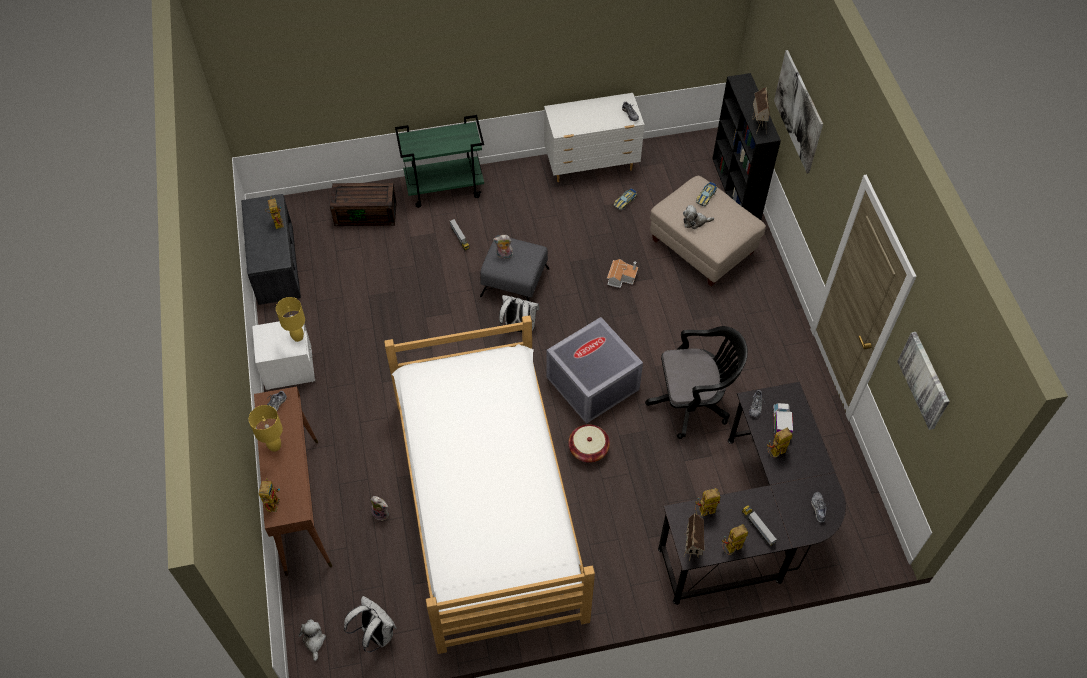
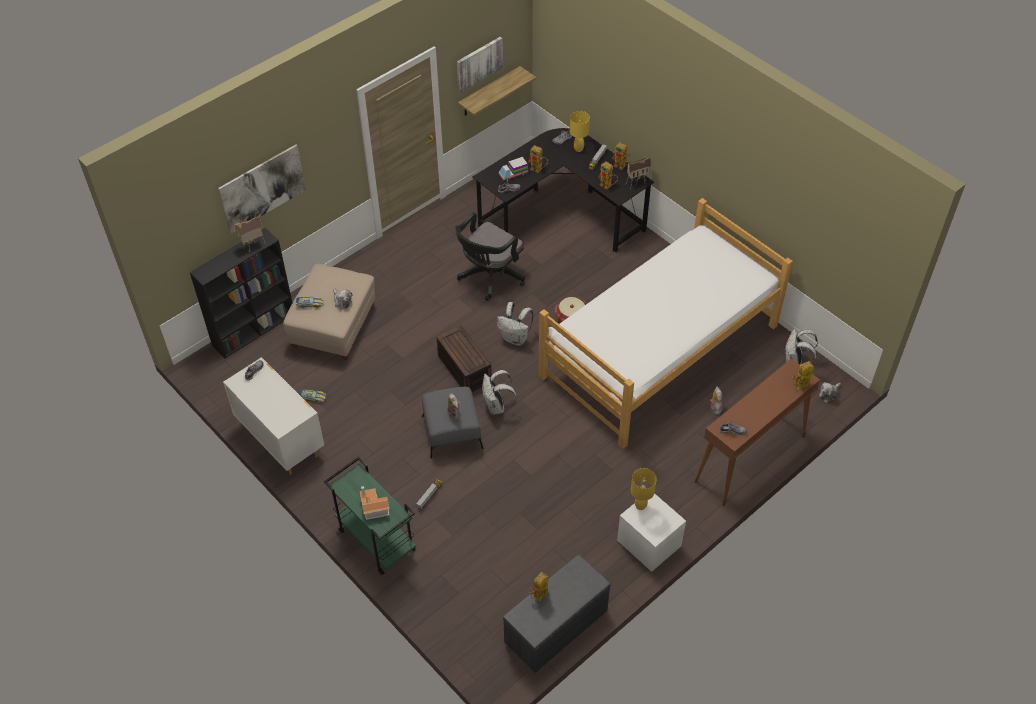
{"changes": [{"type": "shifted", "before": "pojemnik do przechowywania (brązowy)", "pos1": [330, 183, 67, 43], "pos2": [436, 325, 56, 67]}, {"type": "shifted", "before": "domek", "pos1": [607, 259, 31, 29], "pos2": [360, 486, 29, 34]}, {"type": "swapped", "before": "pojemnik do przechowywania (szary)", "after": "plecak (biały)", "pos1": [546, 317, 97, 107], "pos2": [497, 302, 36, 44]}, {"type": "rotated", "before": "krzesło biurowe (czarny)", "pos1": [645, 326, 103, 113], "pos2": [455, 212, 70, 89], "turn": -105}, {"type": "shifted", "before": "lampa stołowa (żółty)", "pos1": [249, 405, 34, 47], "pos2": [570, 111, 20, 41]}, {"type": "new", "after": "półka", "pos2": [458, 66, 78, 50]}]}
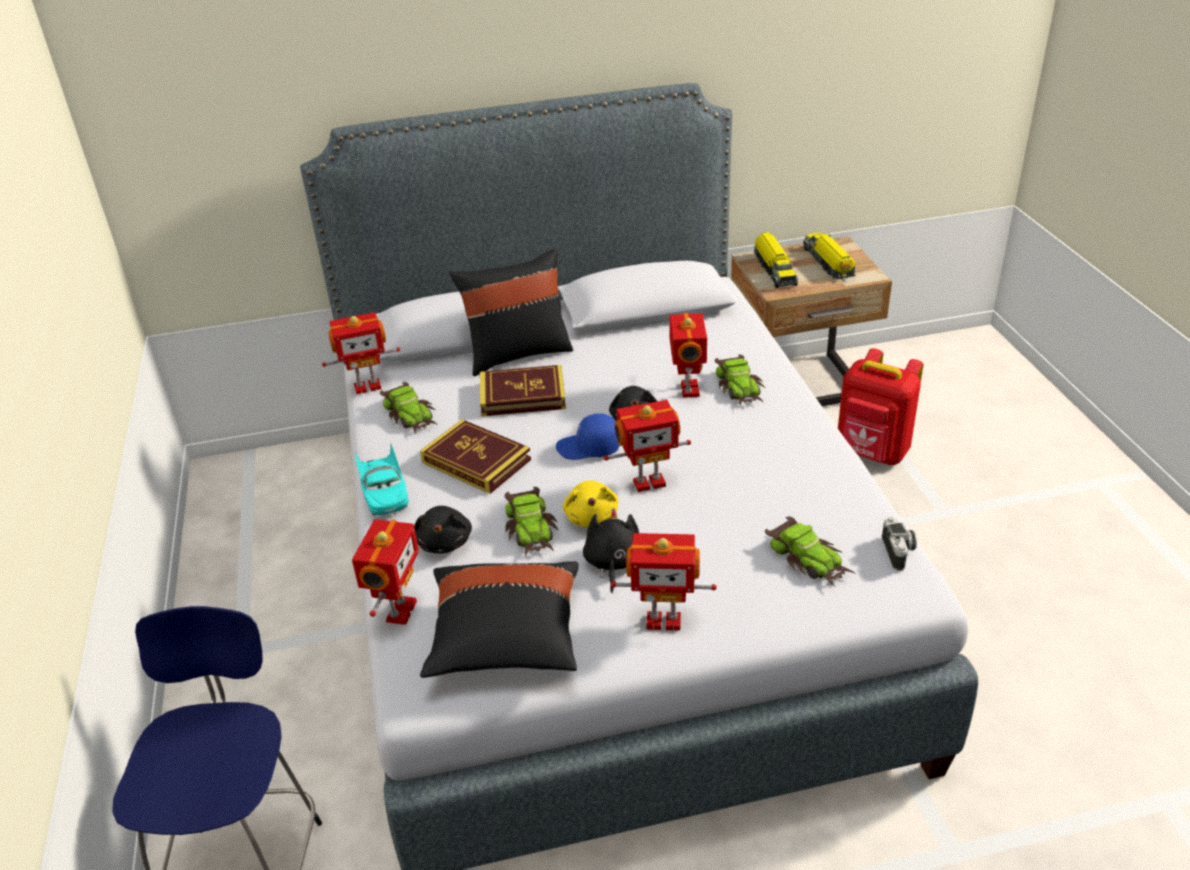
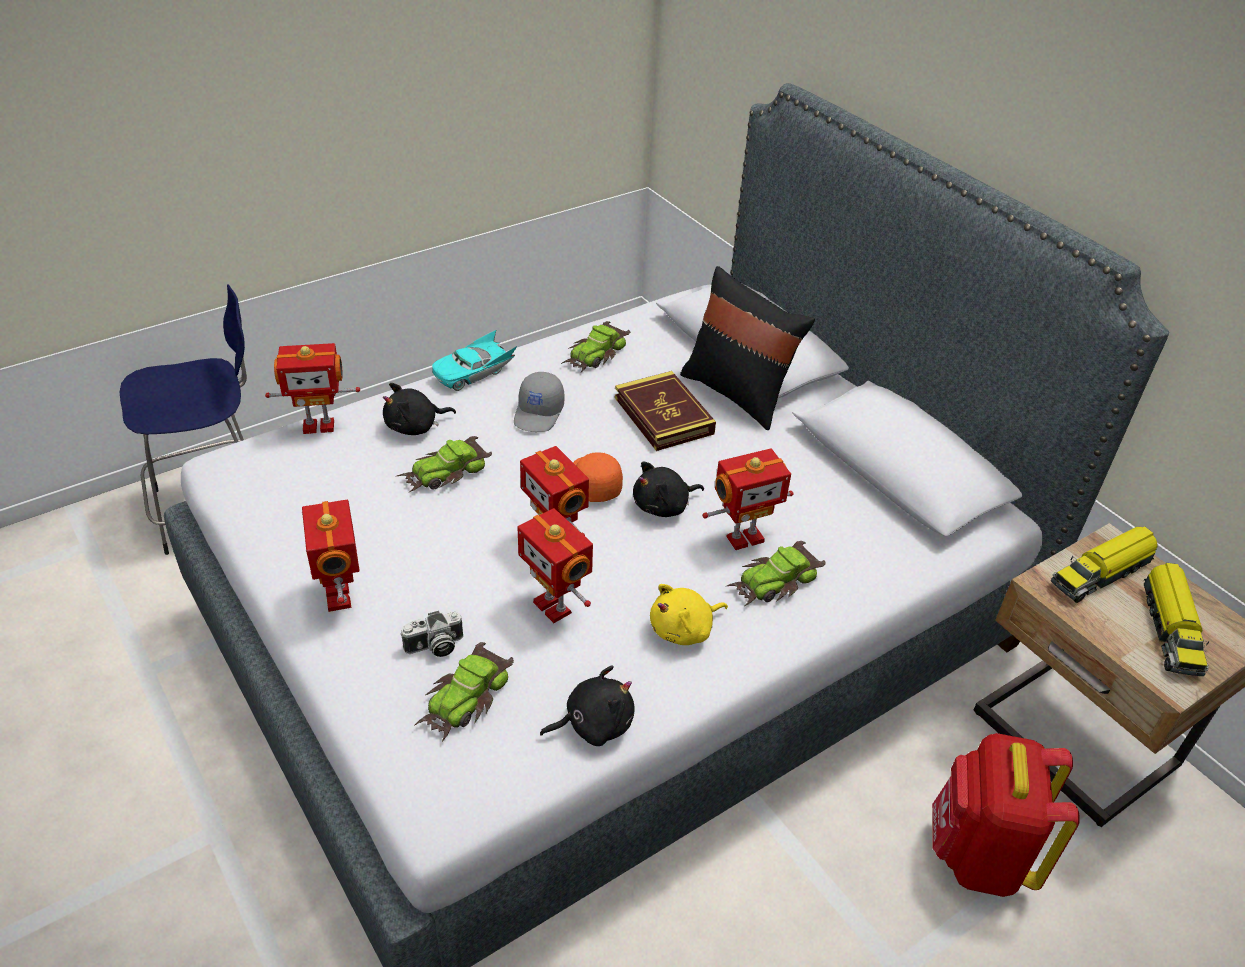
{"changes": [{"type": "rotated", "before": "ciężarówka zabawkowa", "pos1": [803, 233, 52, 46], "pos2": [1144, 563, 65, 113], "turn": 135}, {"type": "shifted", "before": "robot zabawkowy", "pos1": [322, 312, 78, 82], "pos2": [517, 508, 76, 115]}, {"type": "repainted", "before": "czapka z daszkiem (niebieski)", "after": "czapka z daszkiem (pomarańczowy)", "pos1": [556, 413, 64, 47], "pos2": [573, 452, 50, 50]}, {"type": "swapped", "before": "książka", "after": "czapka z daszkiem (szary)", "pos1": [420, 419, 111, 75], "pos2": [514, 372, 50, 60]}, {"type": "shifted", "before": "pluszak (żółty)", "pos1": [563, 480, 56, 47], "pos2": [650, 584, 78, 61]}, {"type": "shifted", "before": "pluszak (czarny)", "pos1": [583, 508, 56, 85], "pos2": [540, 666, 94, 80]}, {"type": "shifted", "before": "aparat fotograficzny", "pos1": [882, 517, 35, 54], "pos2": [400, 611, 63, 46]}, {"type": "gone", "before": "poduszka (czarny)", "pos1": [420, 561, 159, 117]}]}
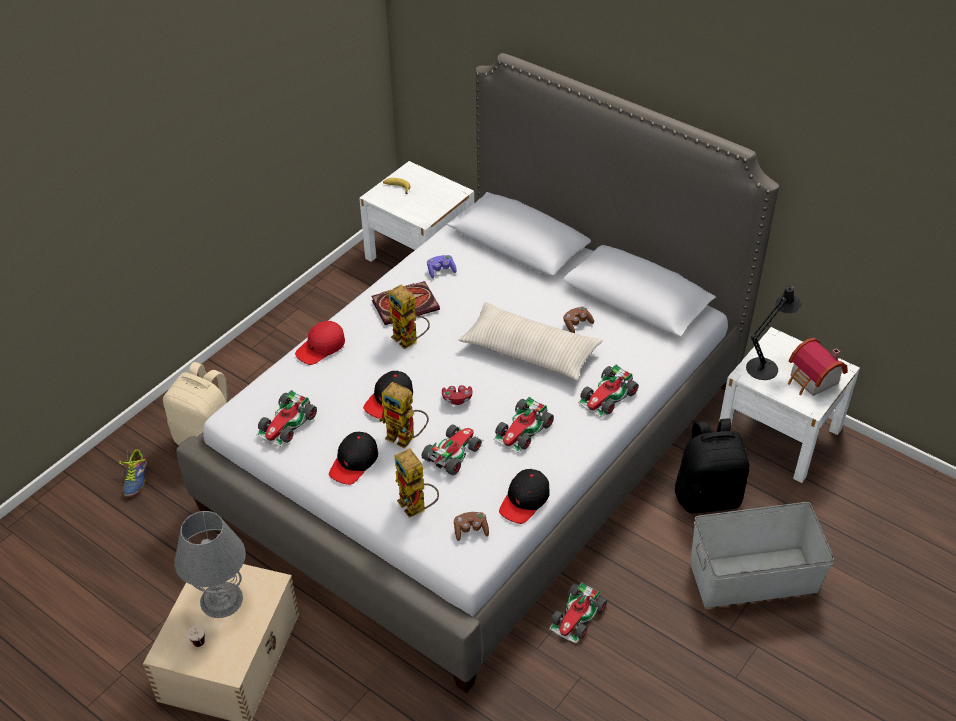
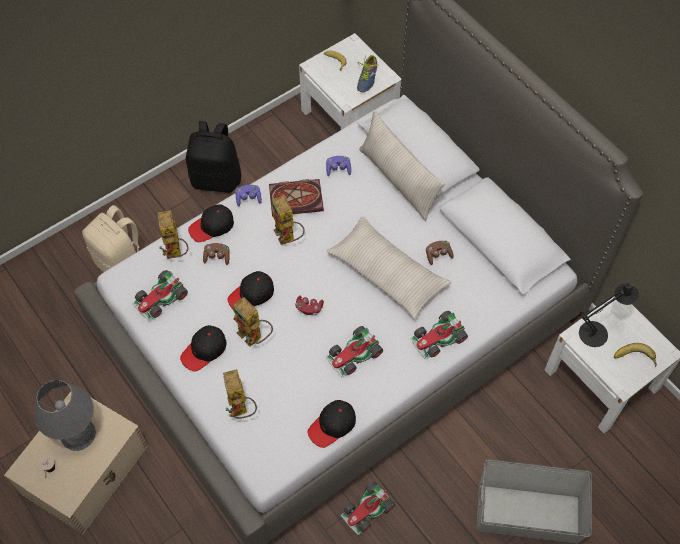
{"changes": [{"type": "repainted", "before": "czapka z daszkiem (czerwony)", "after": "czapka z daszkiem (czarny)", "pos1": [295, 321, 50, 44], "pos2": [188, 204, 46, 38]}, {"type": "swapped", "before": "domek", "after": "banan", "pos1": [788, 338, 60, 58], "pos2": [614, 343, 43, 24]}, {"type": "shifted", "before": "plecak (czarny)", "pos1": [675, 418, 75, 96], "pos2": [186, 121, 55, 72]}, {"type": "gone", "before": "samochodzik", "pos1": [422, 424, 61, 51]}, {"type": "shifted", "before": "but", "pos1": [119, 449, 28, 48], "pos2": [357, 55, 22, 37]}, {"type": "shifted", "before": "pad do gier (brązowy)", "pos1": [454, 512, 35, 29], "pos2": [203, 243, 27, 22]}, {"type": "new", "after": "poduszka (beżowy)", "pos2": [359, 111, 86, 110]}, {"type": "new", "after": "pad do gier (fioletowy)", "pos2": [235, 185, 27, 21]}, {"type": "new", "after": "robot zabawkowy", "pos2": [158, 210, 30, 49]}]}
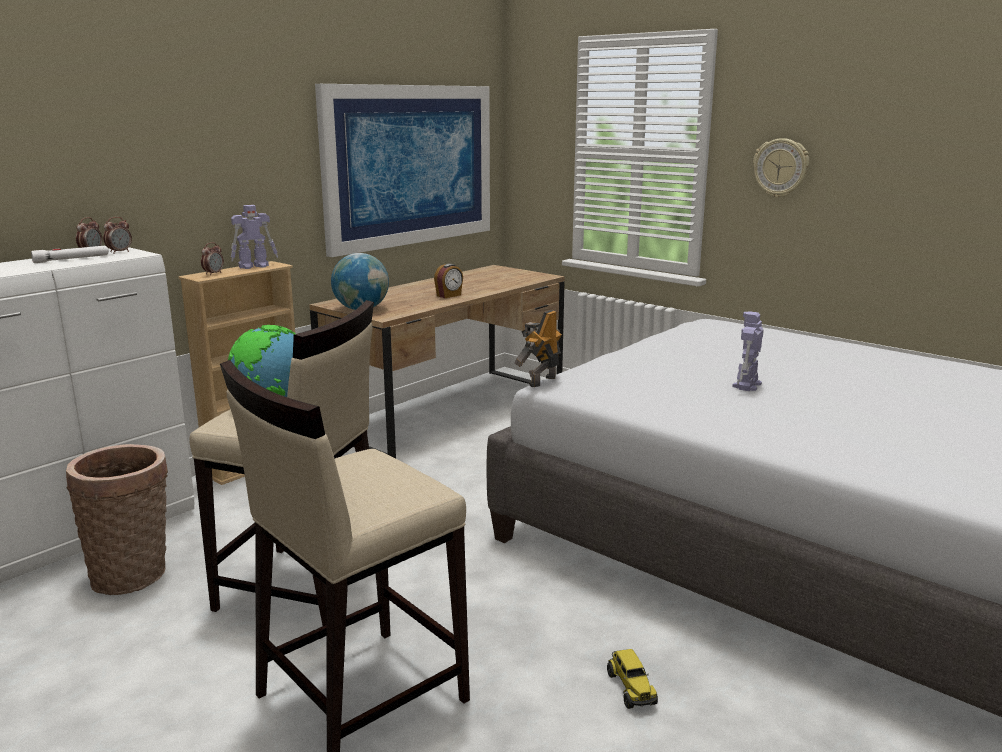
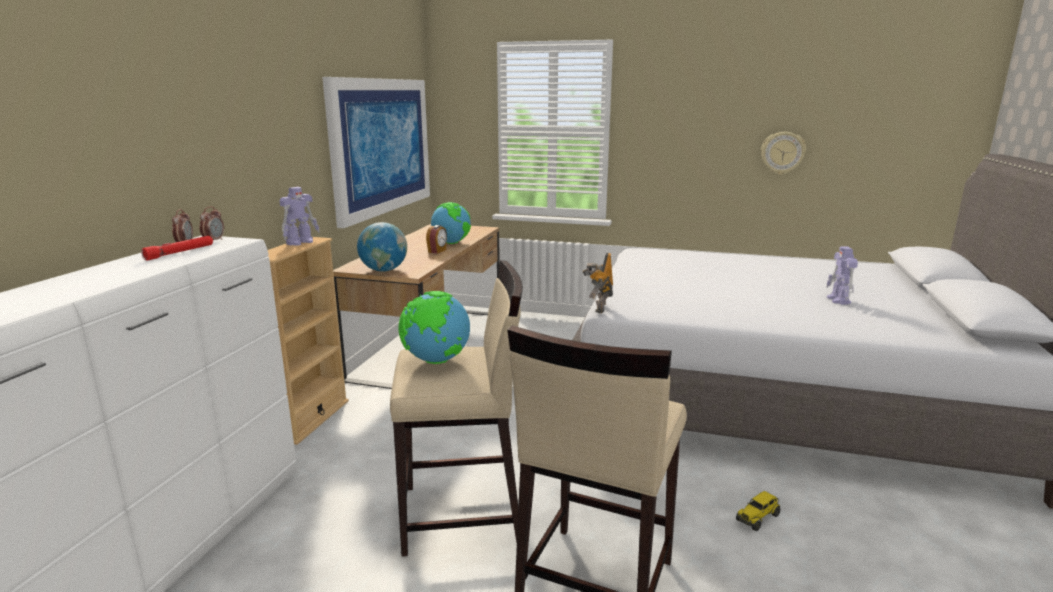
{"changes": [{"type": "shifted", "before": "zegar ścienny", "pos1": [753, 138, 56, 60], "pos2": [761, 132, 45, 43]}, {"type": "gone", "before": "budzik", "pos1": [201, 242, 23, 33]}, {"type": "repainted", "before": "latarka (biały)", "after": "latarka (czerwony)", "pos1": [31, 246, 78, 17], "pos2": [141, 236, 72, 25]}, {"type": "shifted", "before": "robot zabawkowy", "pos1": [732, 311, 32, 80], "pos2": [826, 246, 32, 59]}, {"type": "gone", "before": "koszyk", "pos1": [66, 444, 102, 151]}, {"type": "rotated", "before": "ciężarówka zabawkowa", "pos1": [607, 649, 51, 60], "pos2": [736, 491, 45, 40], "turn": 90}, {"type": "new", "after": "globus", "pos2": [431, 202, 40, 42]}]}
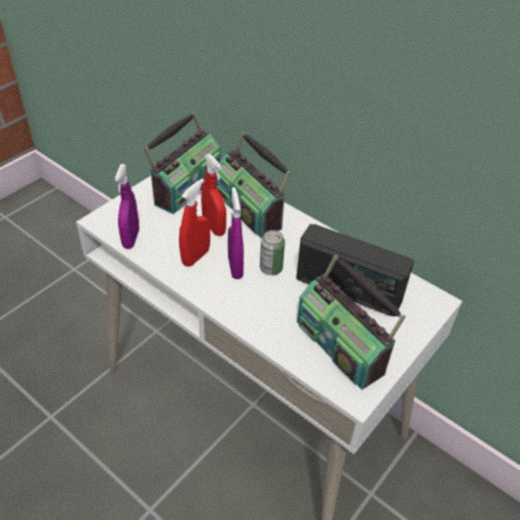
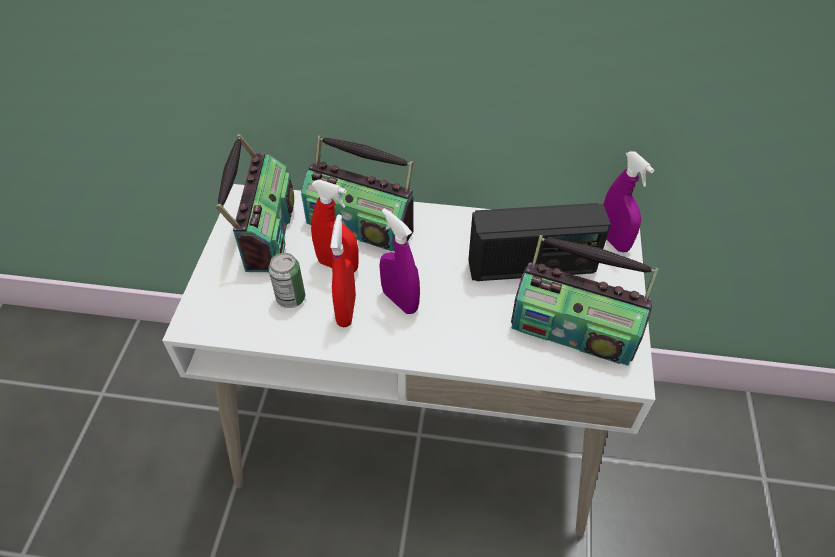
{"changes": [{"type": "shifted", "before": "spryskiwacz (fioletowy)", "pos1": [115, 164, 24, 85], "pos2": [603, 151, 51, 101]}, {"type": "shifted", "before": "puszka", "pos1": [260, 230, 25, 45], "pos2": [268, 253, 37, 55]}]}
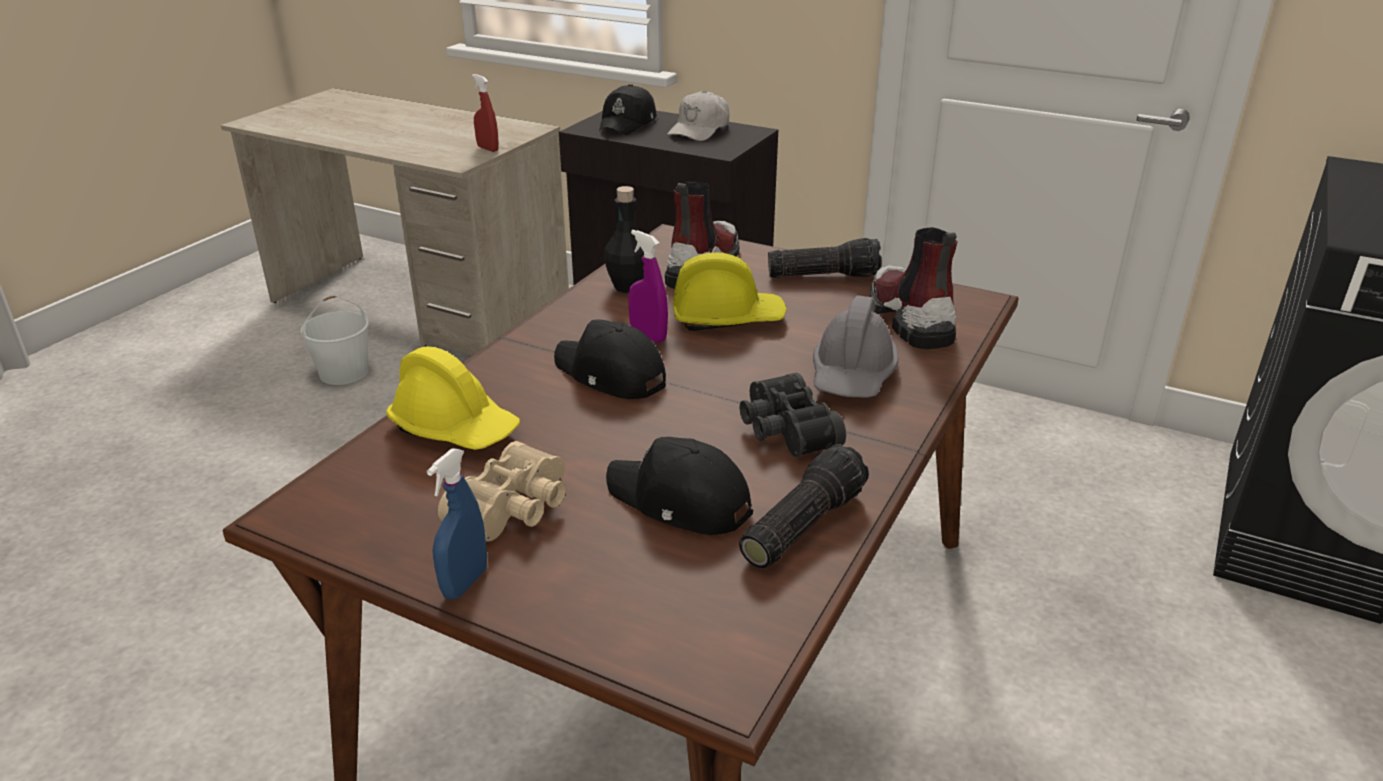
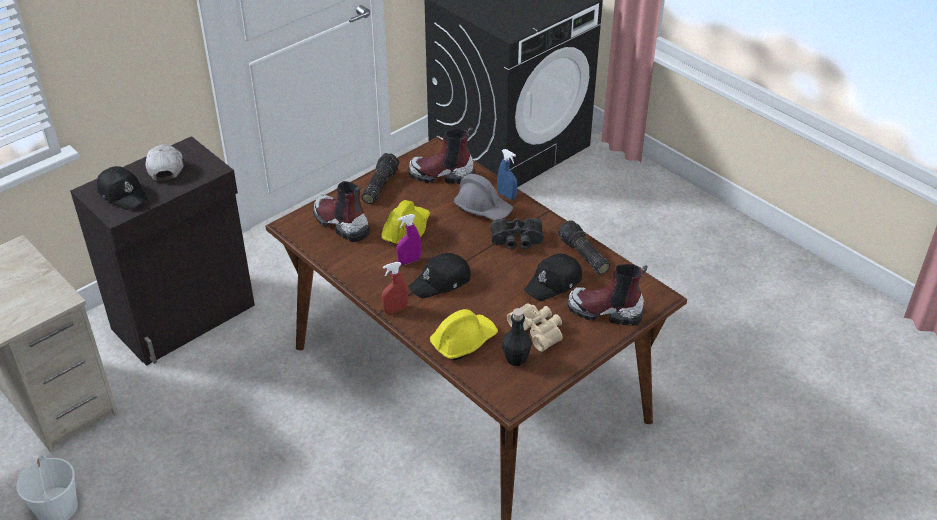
{"changes": [{"type": "shifted", "before": "spryskiwacz (czerwony)", "pos1": [472, 74, 27, 78], "pos2": [382, 262, 26, 52]}, {"type": "rotated", "before": "czapka z daszkiem (biały)", "pos1": [667, 90, 62, 51], "pos2": [146, 144, 38, 37], "turn": -150}, {"type": "shifted", "before": "butelka (czarny)", "pos1": [603, 186, 41, 107], "pos2": [502, 308, 30, 58]}, {"type": "shifted", "before": "spryskiwacz (niebieski)", "pos1": [427, 448, 60, 151], "pos2": [497, 149, 20, 51]}, {"type": "new", "after": "but z cholewką", "pos2": [568, 264, 80, 62]}]}
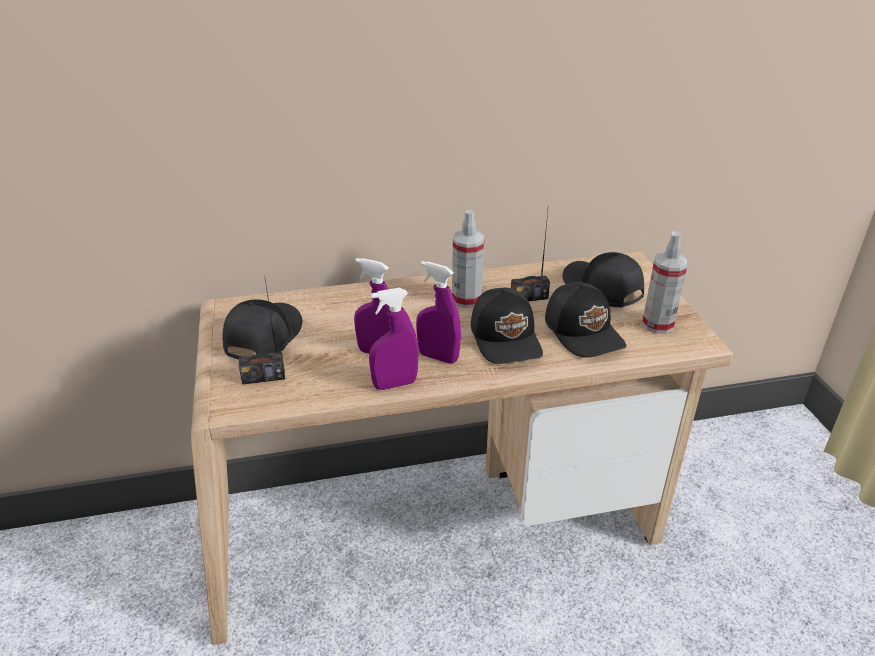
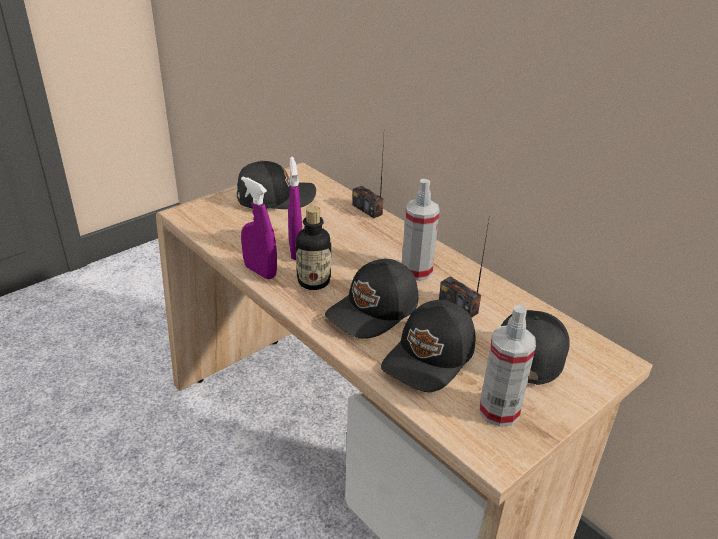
{"changes": [{"type": "swapped", "before": "spryskiwacz (fioletowy)", "after": "butelka", "pos1": [416, 261, 45, 103], "pos2": [296, 206, 35, 84]}, {"type": "shifted", "before": "radio", "pos1": [239, 280, 46, 105], "pos2": [352, 138, 32, 80]}]}
